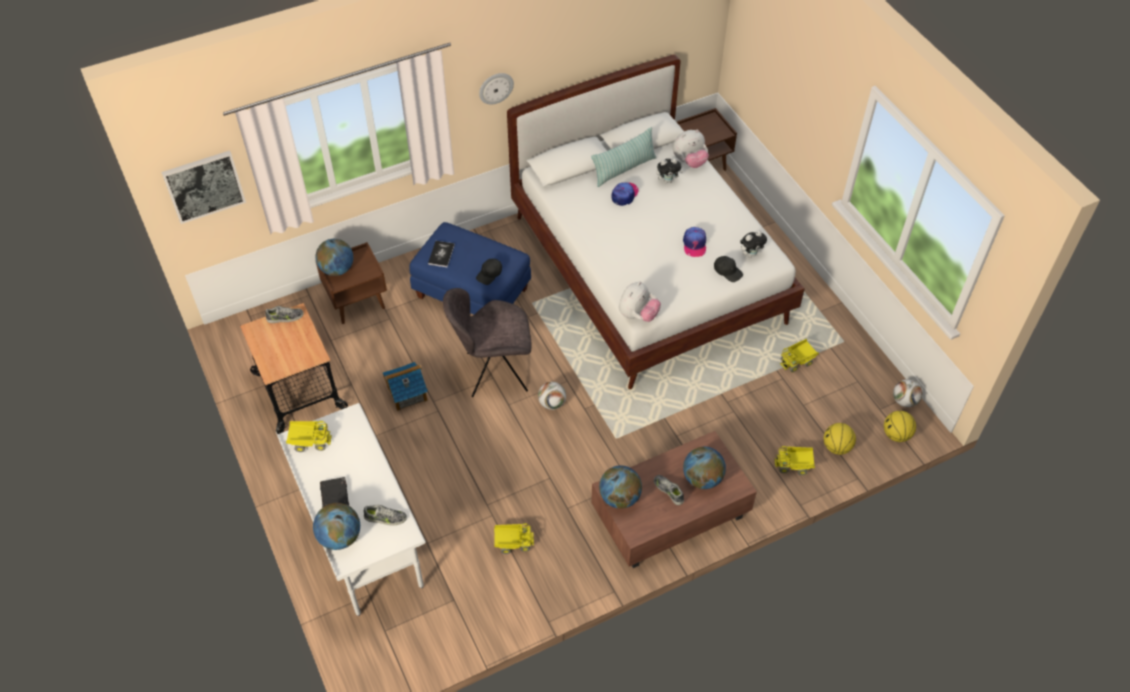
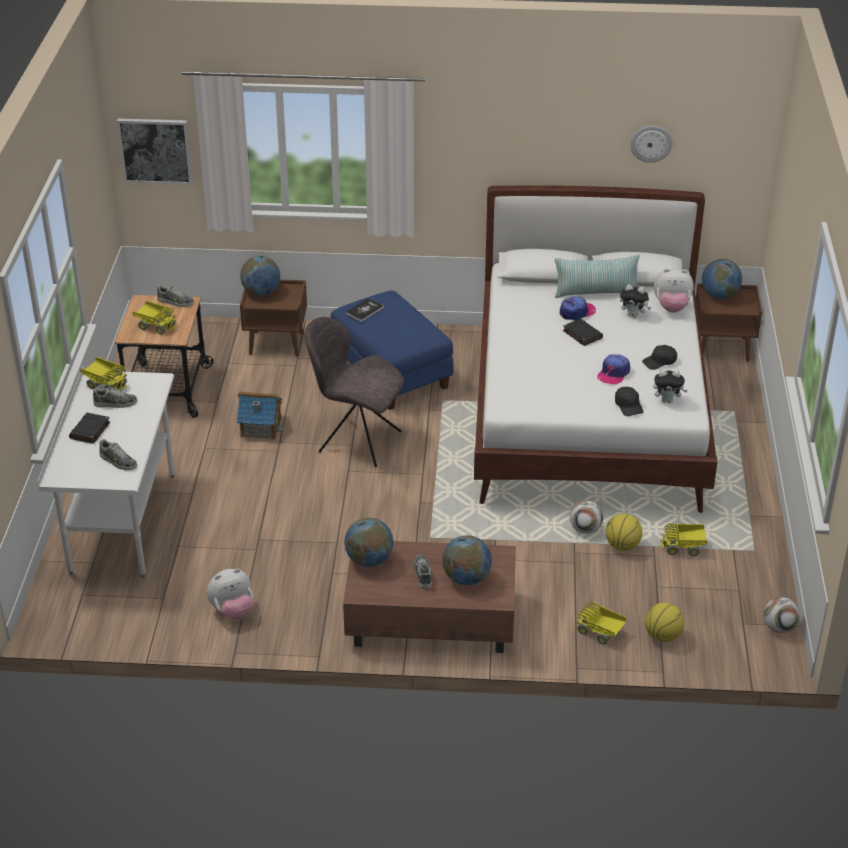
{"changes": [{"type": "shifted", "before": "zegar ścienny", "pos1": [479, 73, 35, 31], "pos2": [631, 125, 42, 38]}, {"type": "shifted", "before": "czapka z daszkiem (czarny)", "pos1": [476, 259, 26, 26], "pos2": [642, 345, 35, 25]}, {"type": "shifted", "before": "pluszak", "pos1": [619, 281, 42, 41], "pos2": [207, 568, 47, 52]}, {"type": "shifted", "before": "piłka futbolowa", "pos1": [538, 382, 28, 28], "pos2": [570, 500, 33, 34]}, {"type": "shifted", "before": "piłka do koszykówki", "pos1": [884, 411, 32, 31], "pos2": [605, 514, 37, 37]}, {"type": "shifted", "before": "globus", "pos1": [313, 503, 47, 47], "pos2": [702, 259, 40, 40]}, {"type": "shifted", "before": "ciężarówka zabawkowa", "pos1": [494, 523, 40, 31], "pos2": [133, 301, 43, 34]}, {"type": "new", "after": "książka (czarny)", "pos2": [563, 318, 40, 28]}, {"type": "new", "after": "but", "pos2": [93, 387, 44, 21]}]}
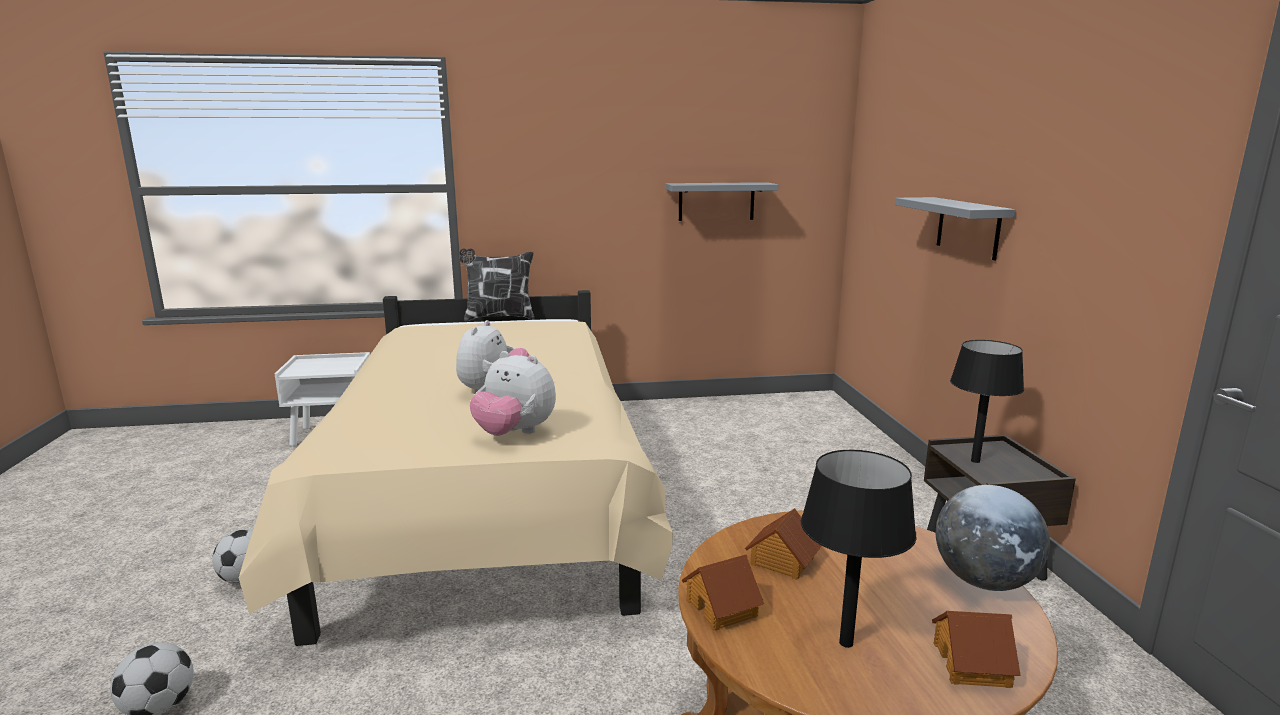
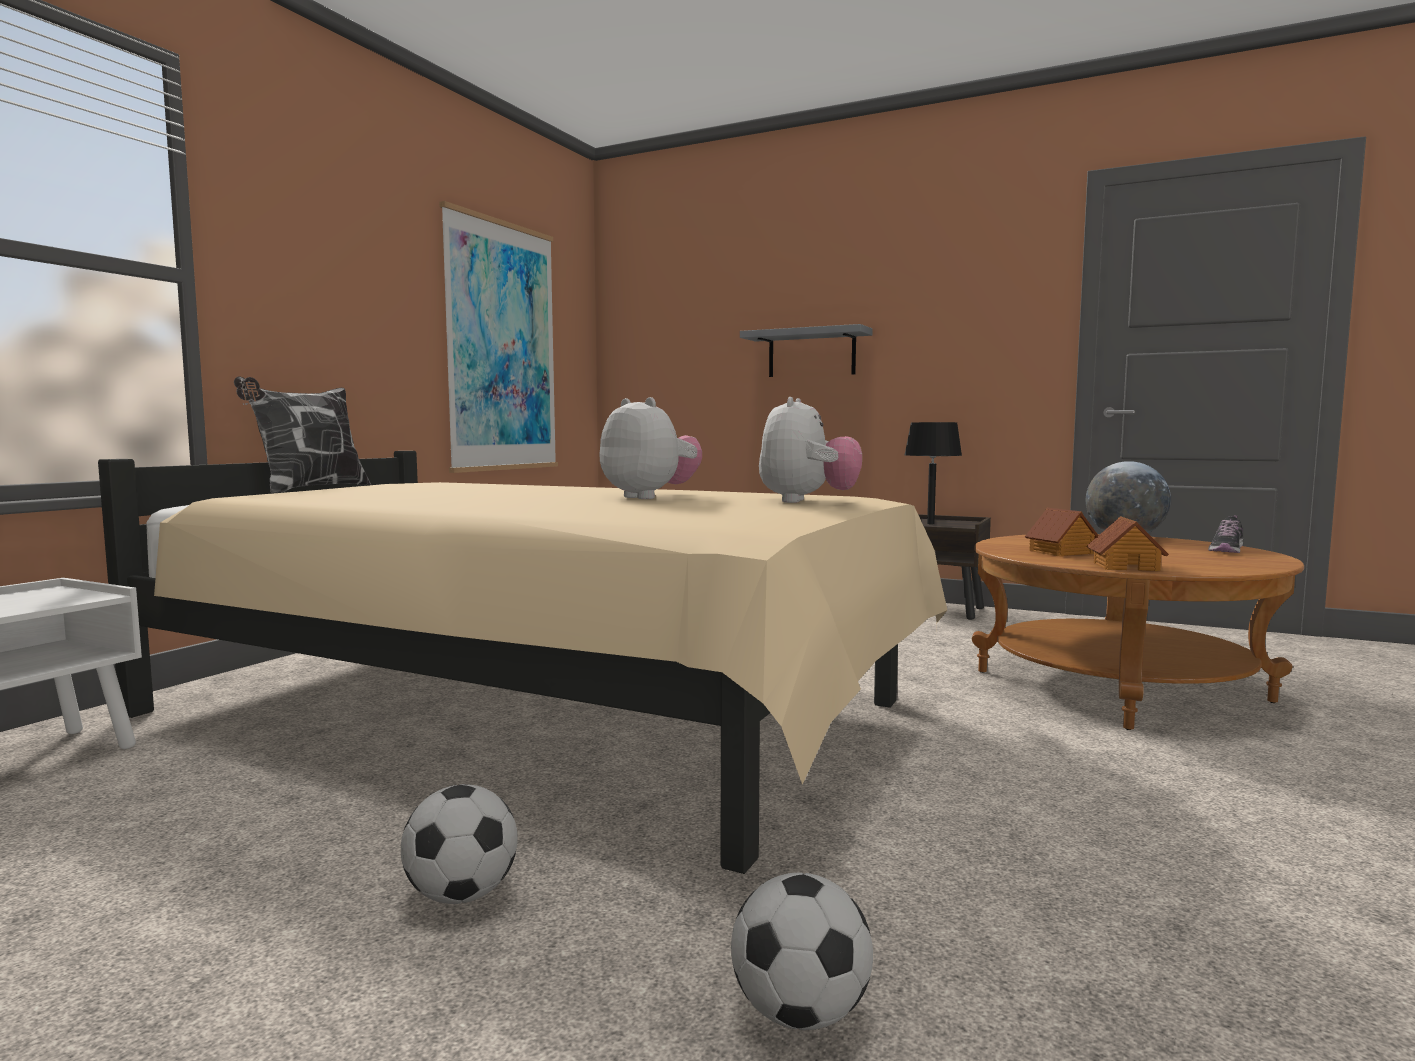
{"changes": [{"type": "swapped", "before": "półka (szary)", "after": "obraz", "pos1": [665, 182, 114, 39], "pos2": [439, 201, 119, 272]}, {"type": "rotated", "before": "pluszak", "pos1": [470, 351, 86, 85], "pos2": [759, 397, 103, 106], "turn": -45}, {"type": "gone", "before": "lampa stołowa (czarny)", "pos1": [801, 450, 115, 198]}, {"type": "swapped", "before": "domek", "after": "but", "pos1": [932, 611, 89, 77], "pos2": [1208, 515, 35, 38]}]}
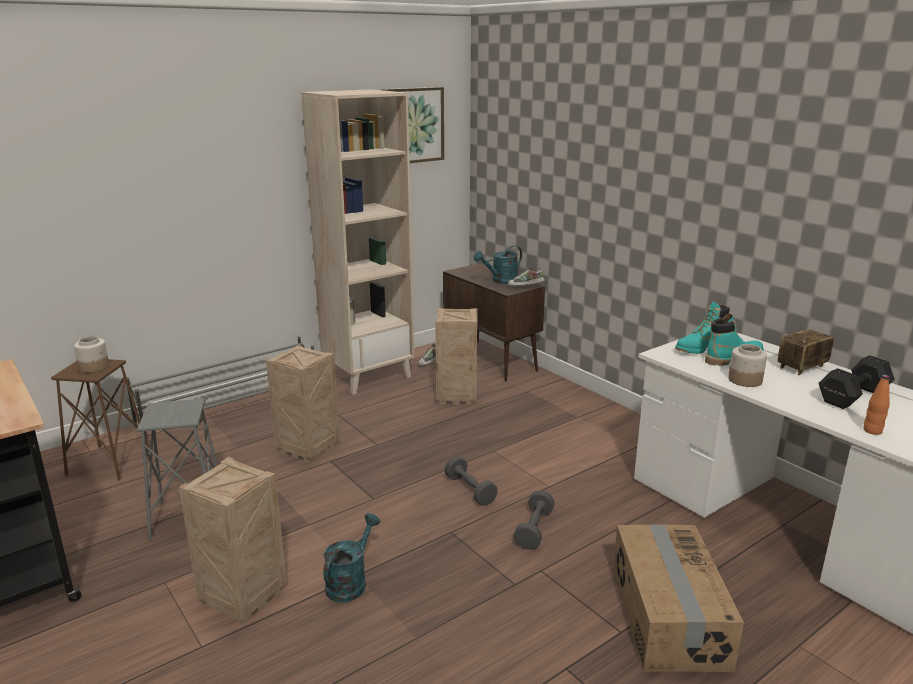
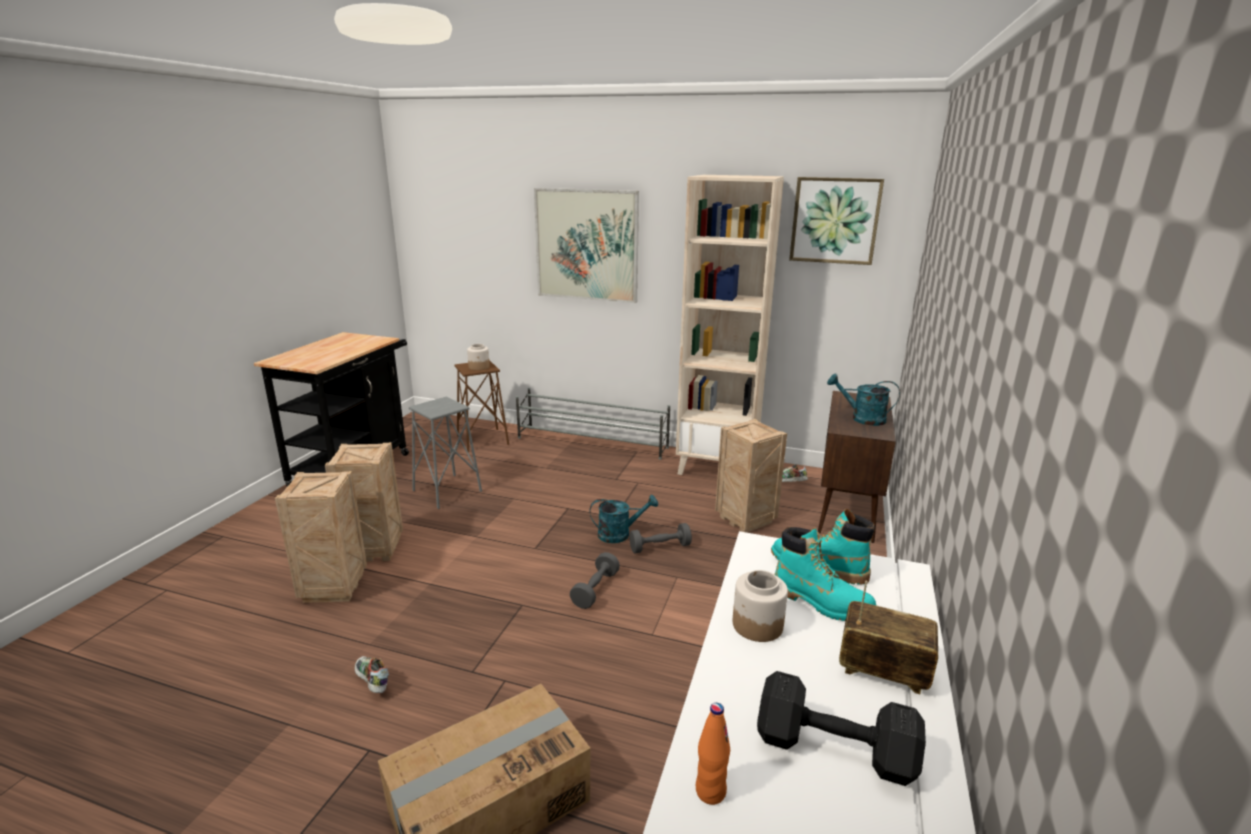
{"changes": [{"type": "shifted", "before": "but", "pos1": [508, 267, 37, 20], "pos2": [355, 656, 34, 37]}, {"type": "shifted", "before": "skrzynka", "pos1": [266, 345, 74, 118], "pos2": [275, 471, 92, 132]}, {"type": "shifted", "before": "hantel (szary)", "pos1": [514, 490, 41, 60], "pos2": [629, 523, 63, 31]}, {"type": "shifted", "before": "konewka (turkusowy)", "pos1": [323, 513, 57, 89], "pos2": [590, 495, 68, 48]}, {"type": "new", "after": "obraz", "pos2": [534, 188, 105, 115]}]}
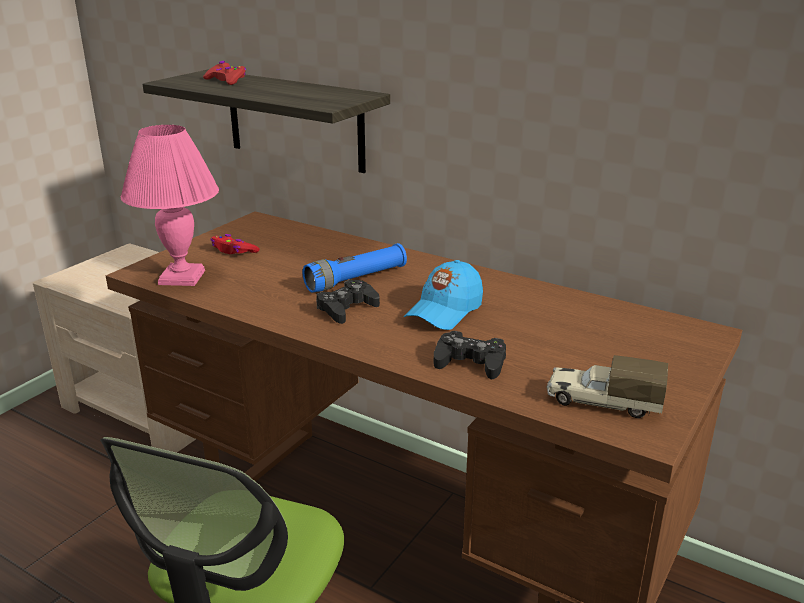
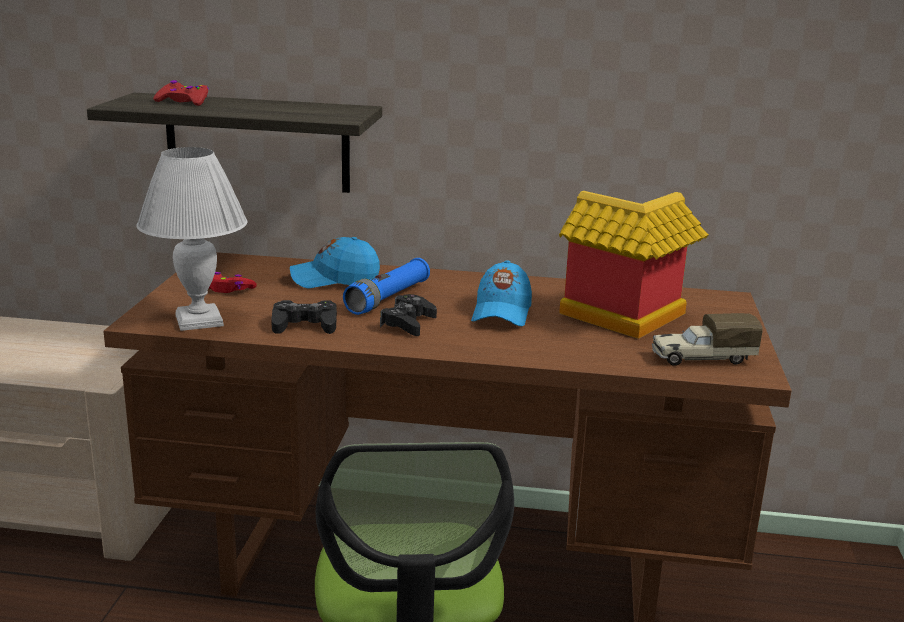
{"changes": [{"type": "repainted", "before": "lampa stołowa (różowy)", "after": "lampa stołowa (biały)", "pos1": [121, 125, 98, 161], "pos2": [136, 147, 111, 184]}, {"type": "shifted", "before": "pad do gier (czarny)", "pos1": [434, 331, 72, 48], "pos2": [271, 300, 66, 34]}, {"type": "new", "after": "domek", "pos2": [559, 191, 149, 148]}, {"type": "new", "after": "czapka z daszkiem (niebieski)", "pos2": [290, 237, 90, 51]}]}
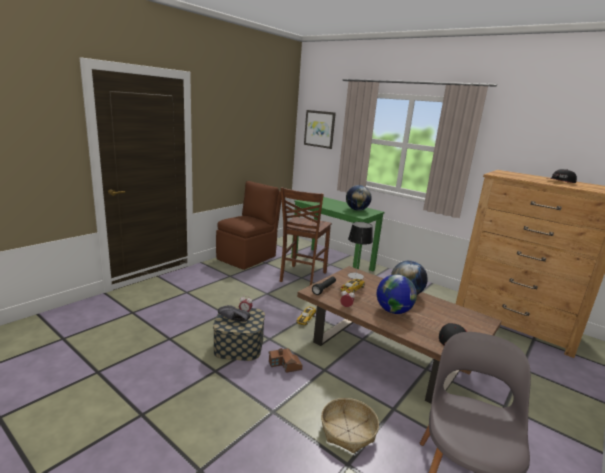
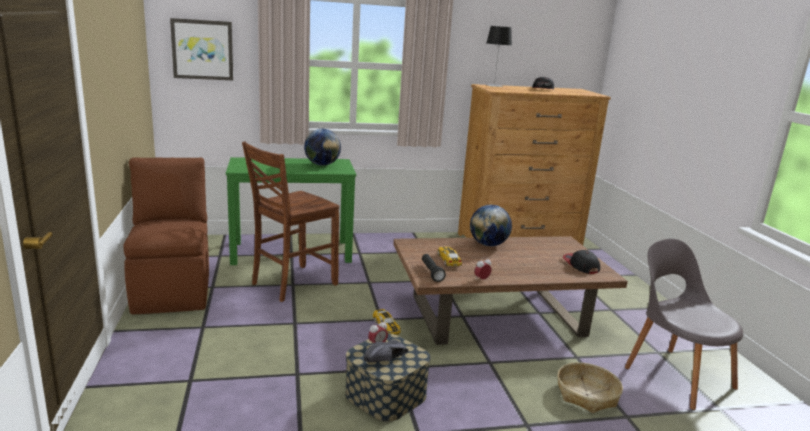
{"changes": [{"type": "rotated", "before": "krzesło (brązowy)", "pos1": [280, 187, 52, 98], "pos2": [242, 142, 97, 160], "turn": 75}, {"type": "shifted", "before": "lampa stołowa", "pos1": [348, 222, 25, 57], "pos2": [487, 26, 25, 61]}, {"type": "gone", "before": "globus", "pos1": [377, 274, 40, 40]}, {"type": "gone", "before": "domek", "pos1": [268, 348, 35, 25]}]}
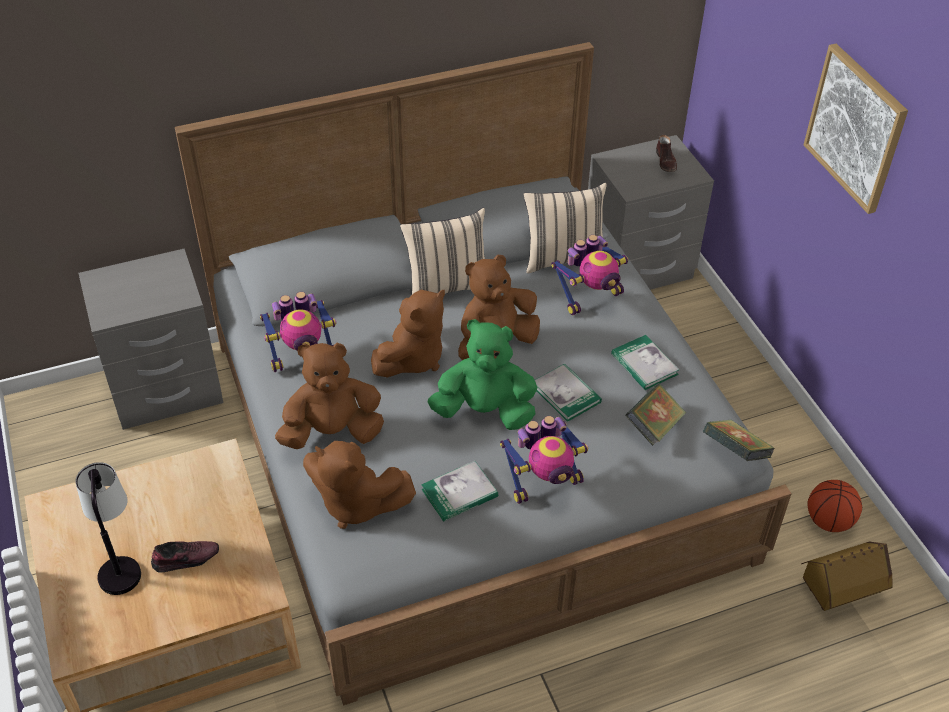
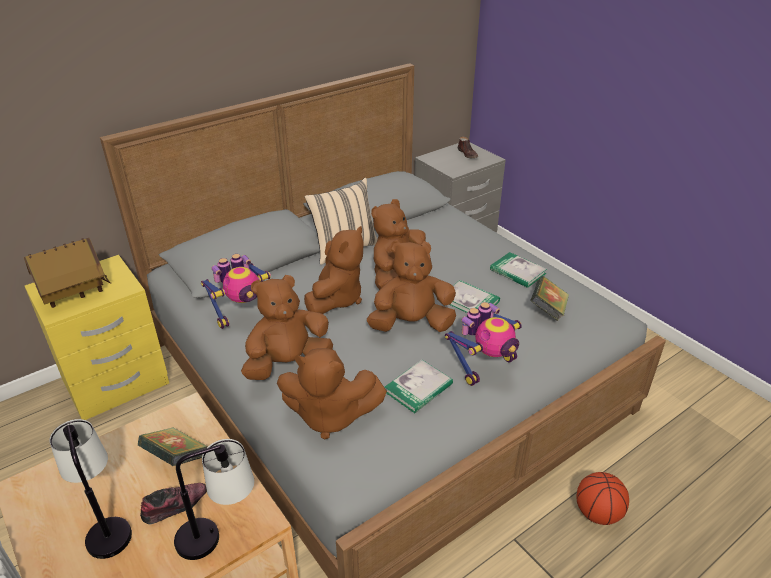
{"changes": [{"type": "gone", "before": "obraz", "pos1": [804, 44, 104, 170]}, {"type": "gone", "before": "poduszka (beżowy)", "pos1": [523, 182, 83, 92]}, {"type": "gone", "before": "robot zabawkowy", "pos1": [551, 235, 77, 80]}, {"type": "repainted", "before": "szafka nocna (szary)", "after": "szafka nocna (żółty)", "pos1": [78, 248, 146, 182], "pos2": [25, 255, 144, 165]}, {"type": "repainted", "before": "pluszak (zielony)", "after": "pluszak (brązowy)", "pos1": [428, 319, 109, 111], "pos2": [367, 240, 89, 92]}, {"type": "shifted", "before": "książka", "pos1": [703, 419, 72, 42], "pos2": [138, 427, 70, 39]}, {"type": "shifted", "before": "piłka do koszykówki", "pos1": [807, 480, 55, 52], "pos2": [577, 472, 52, 53]}, {"type": "shifted", "before": "domek", "pos1": [801, 542, 92, 69], "pos2": [24, 238, 87, 70]}, {"type": "new", "after": "lampa stołowa", "pos2": [174, 439, 80, 121]}]}
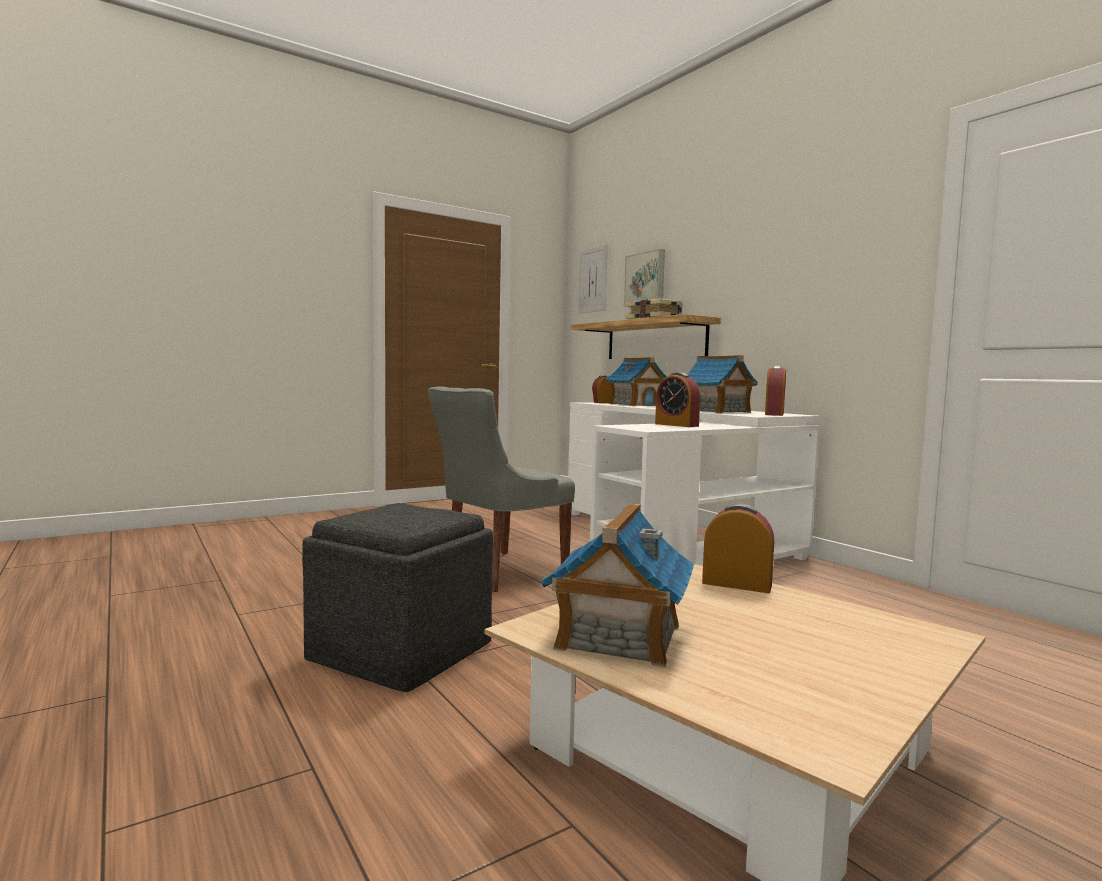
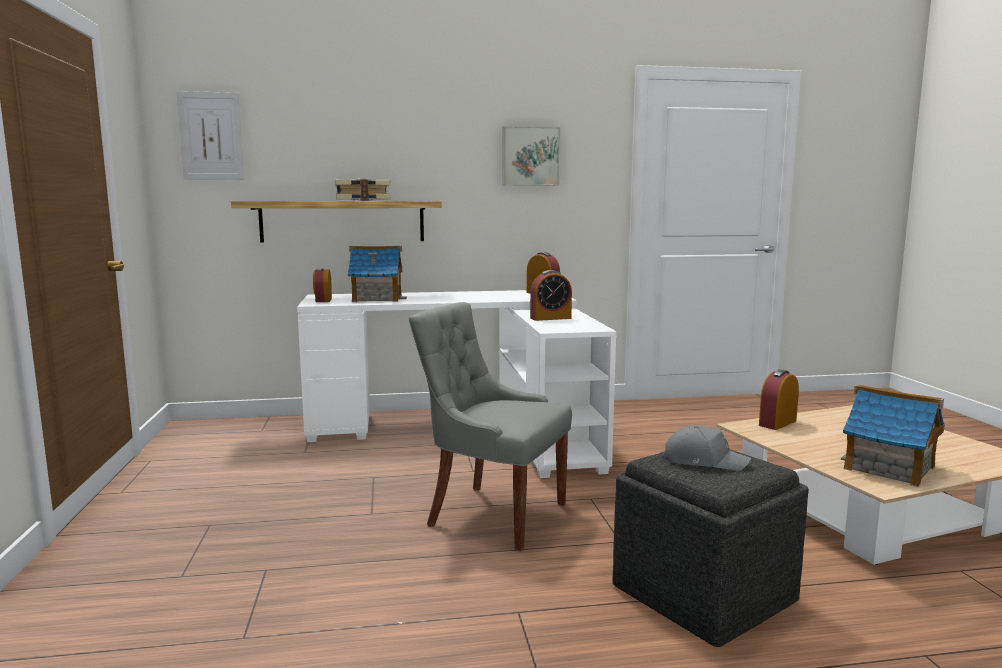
{"changes": [{"type": "shifted", "before": "obraz", "pos1": [624, 249, 41, 58], "pos2": [502, 126, 58, 60]}, {"type": "gone", "before": "domek", "pos1": [687, 355, 71, 58]}, {"type": "rotated", "before": "krzesło (szary)", "pos1": [427, 386, 148, 206], "pos2": [409, 302, 163, 249], "turn": 135}, {"type": "new", "after": "czapka z daszkiem (szary)", "pos2": [663, 425, 88, 46]}]}
